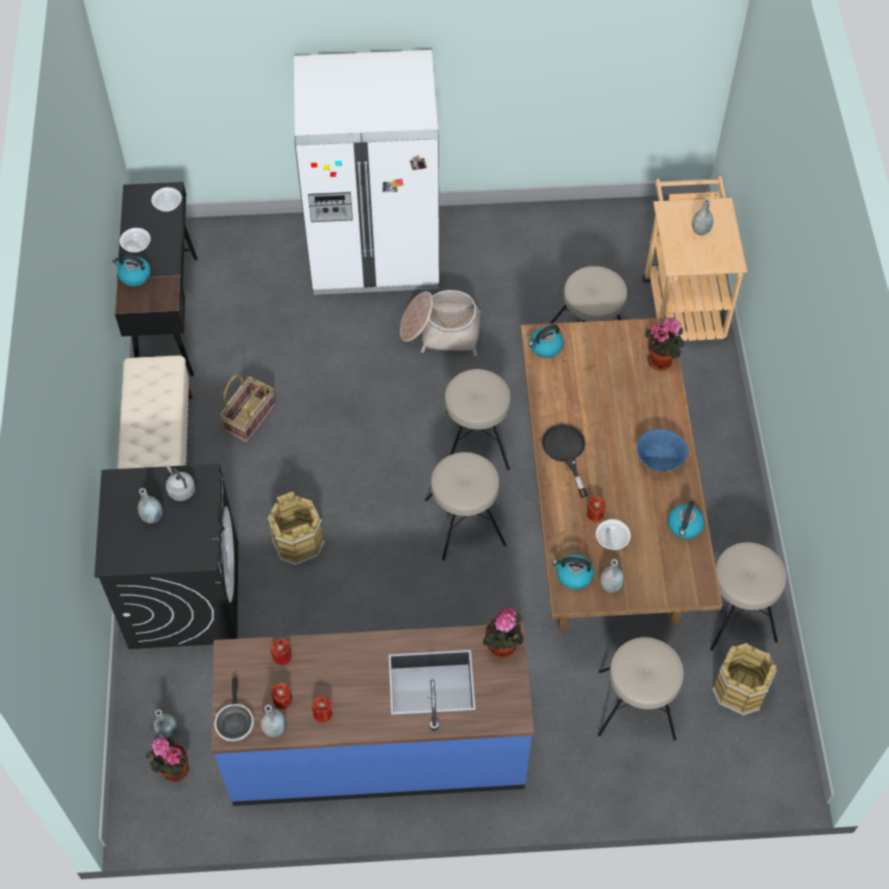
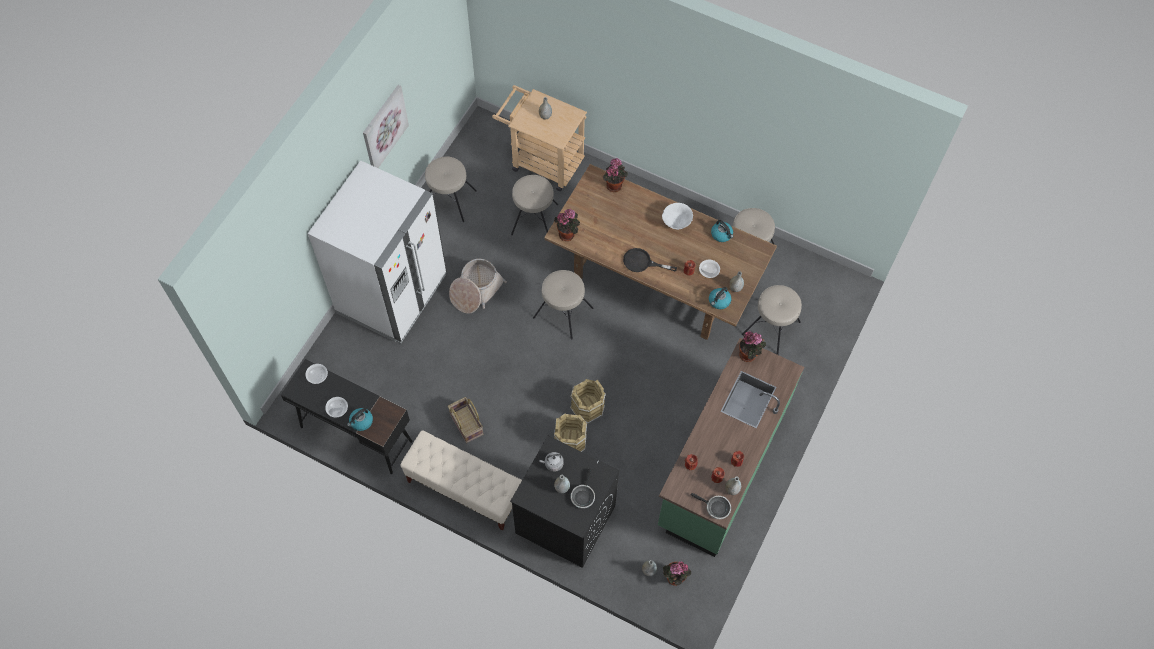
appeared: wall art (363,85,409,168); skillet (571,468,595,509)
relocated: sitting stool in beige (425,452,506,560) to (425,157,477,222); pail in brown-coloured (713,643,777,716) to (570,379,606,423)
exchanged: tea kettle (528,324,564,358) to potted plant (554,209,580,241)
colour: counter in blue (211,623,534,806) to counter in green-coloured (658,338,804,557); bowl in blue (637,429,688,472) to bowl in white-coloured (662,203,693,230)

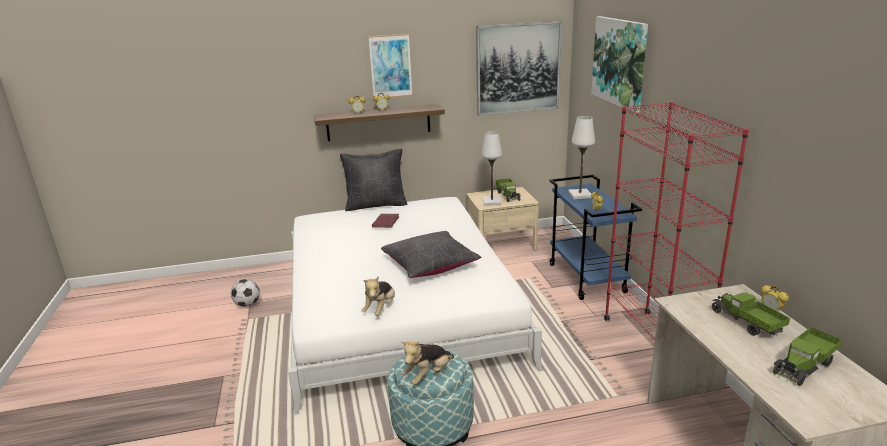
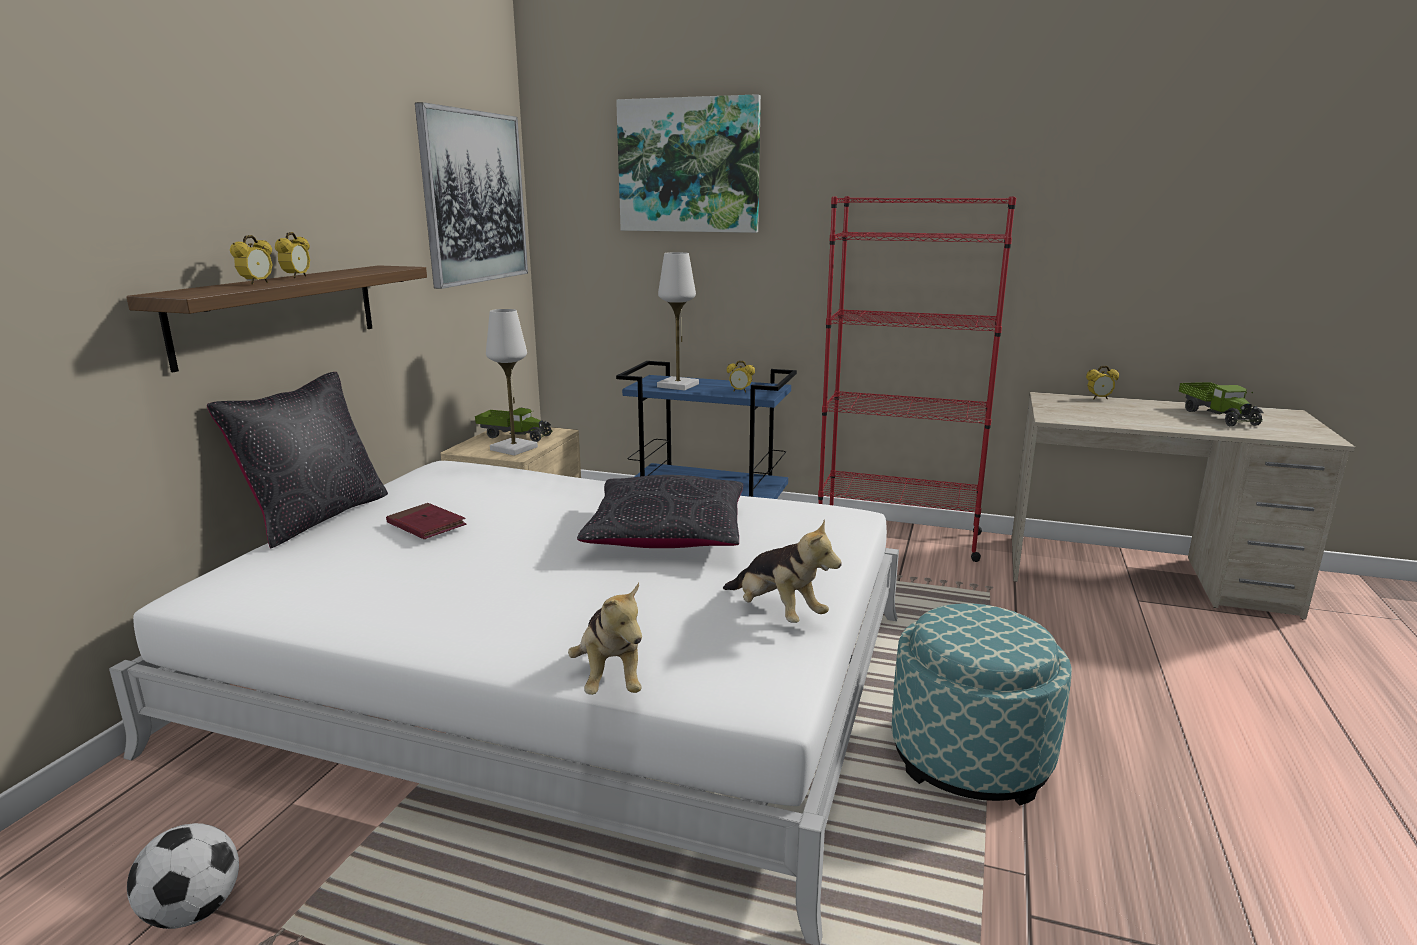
missing: wall art (368,34,413,98); model truck (712,292,790,336)
relocated: soft toy (401,341,454,385) to (568,583,642,695)

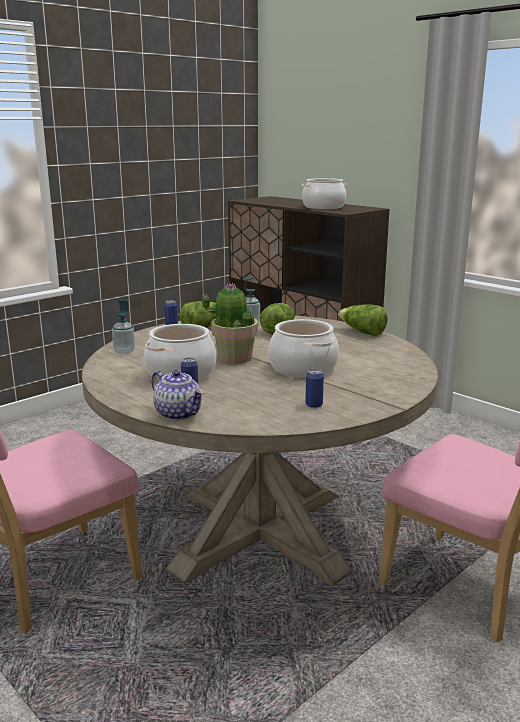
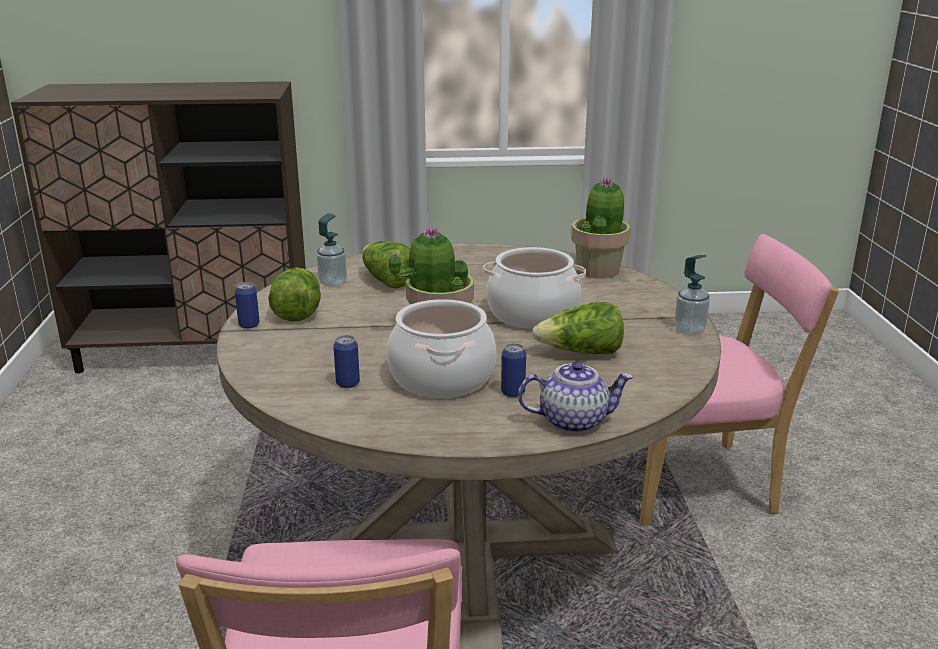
missing: cooking pot (302,178,347,210)
appeared: potted plant (571,177,630,278)
relocated: soap dispenser (112,300,135,354) to (674,255,710,336); sealed can (305,369,324,408) to (333,335,360,388); head of lettuce (338,304,388,336) to (532,302,624,354)

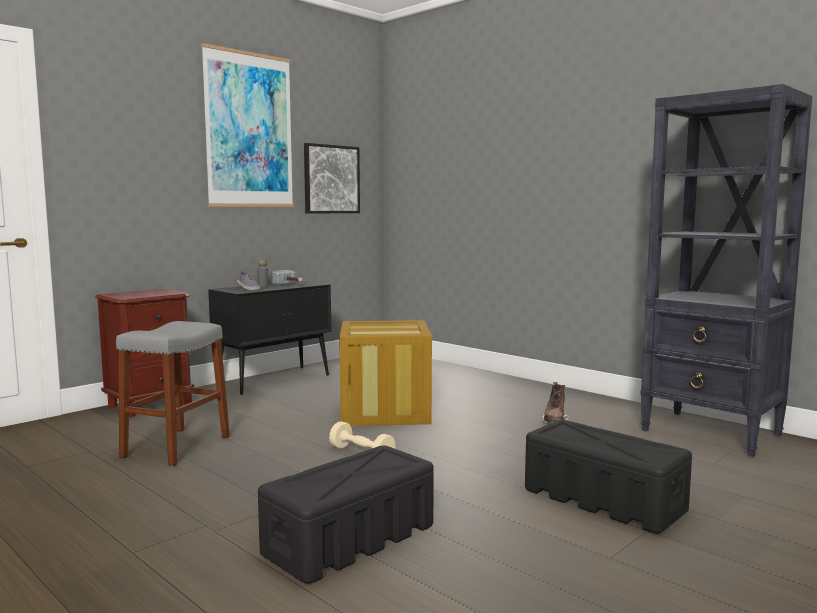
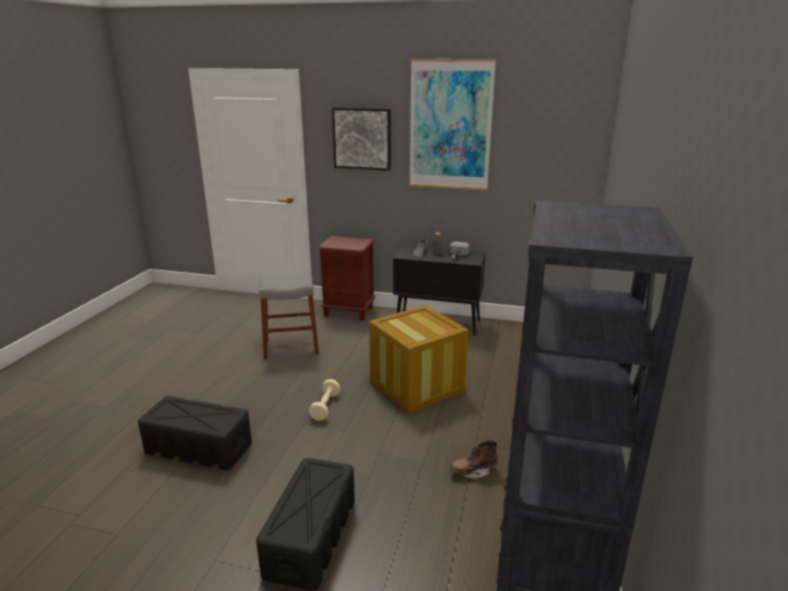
relocated: wall art (304,143,360,214) to (332,107,391,171)

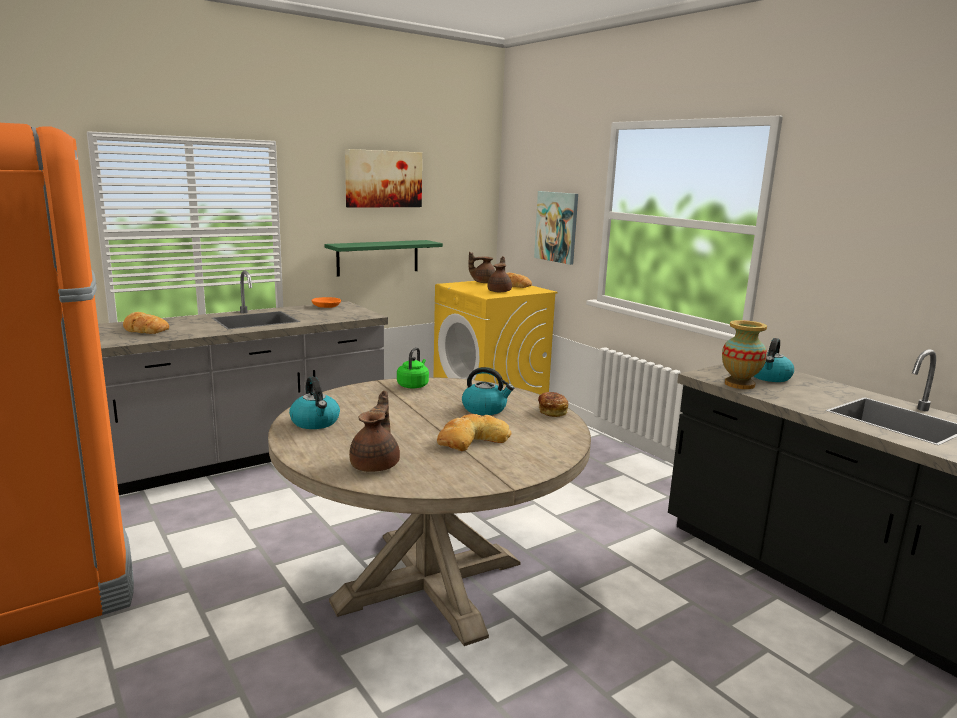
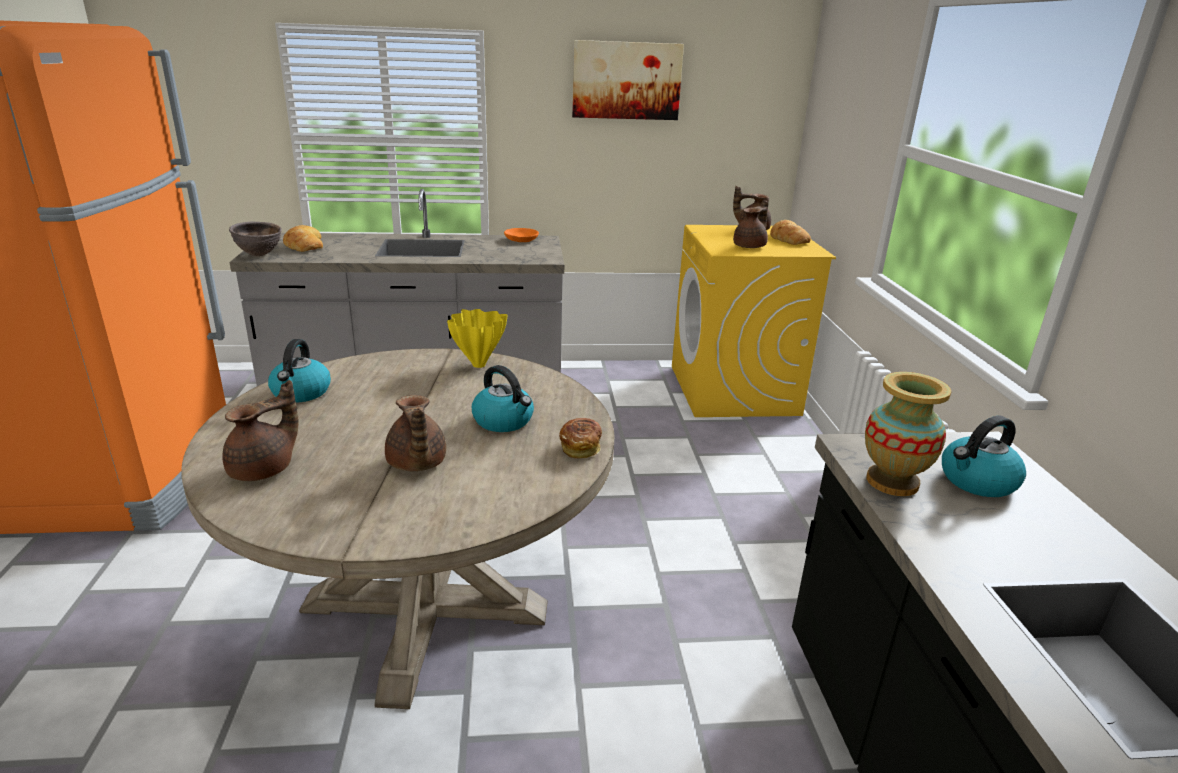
missing: wall shelf in green-coloured (325,240,443,277); wall art (534,191,578,265)
appeared: bowl in brown-coloured (229,222,282,256)
exchanged: tea kettle in green-coloured (397,347,429,389) to decorative vase in yellow (447,309,507,368); bakery bread (437,414,511,451) to teapot in brown-coloured (385,395,446,471)

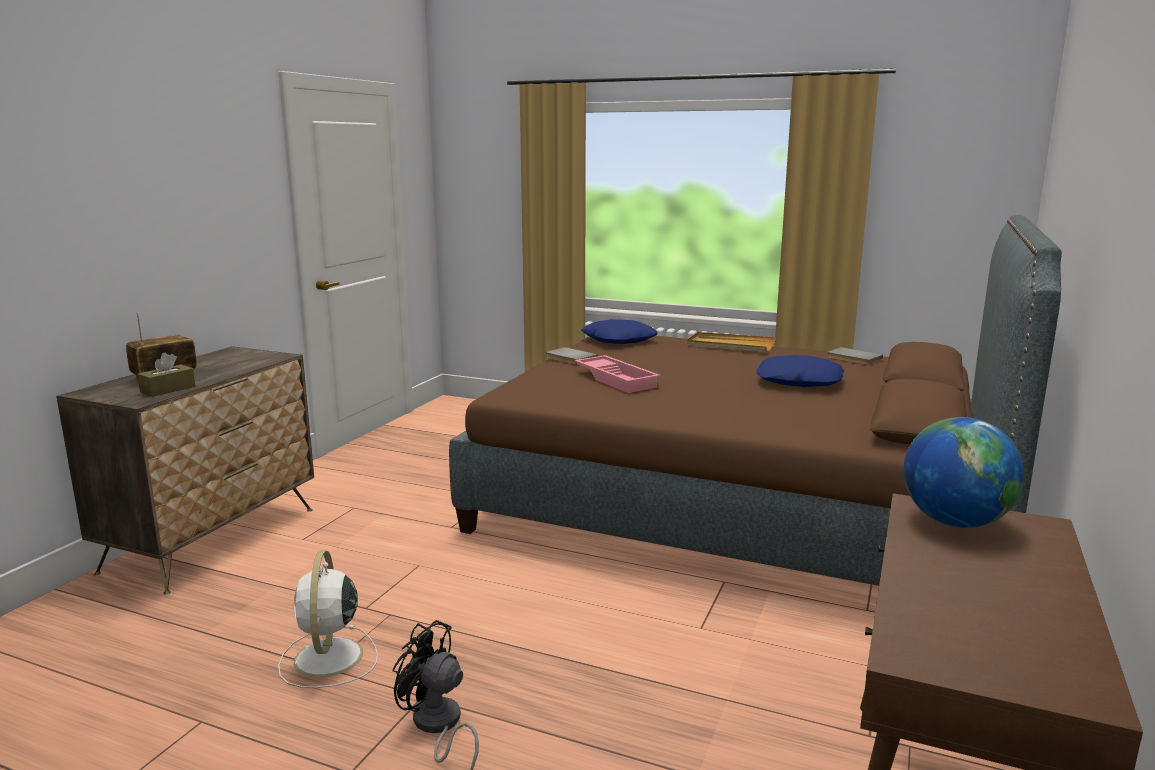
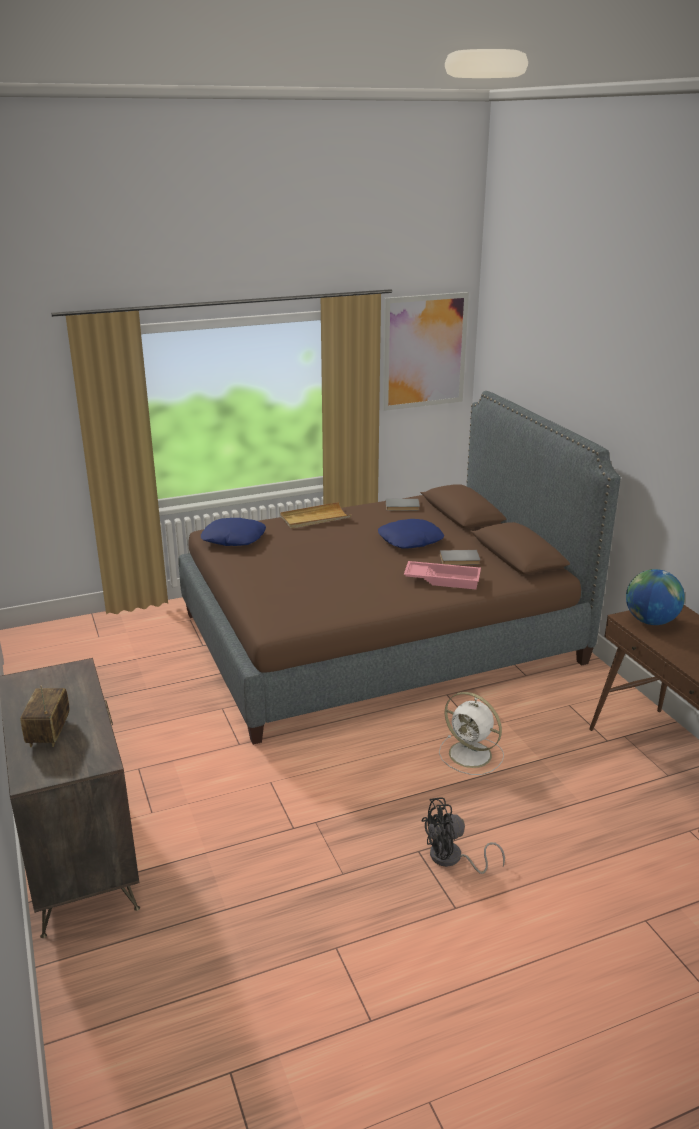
missing: tissue box in brown-coloured (137,352,195,397)
appeared: wall art (382,292,469,411)
relocated: electric fan in white-coloured (278,551,378,688) to (439,692,504,775); bound book in gray (546,347,598,365) to (440,550,480,565); carrying tray in pink-coloured (574,355,660,393) to (404,561,481,589)

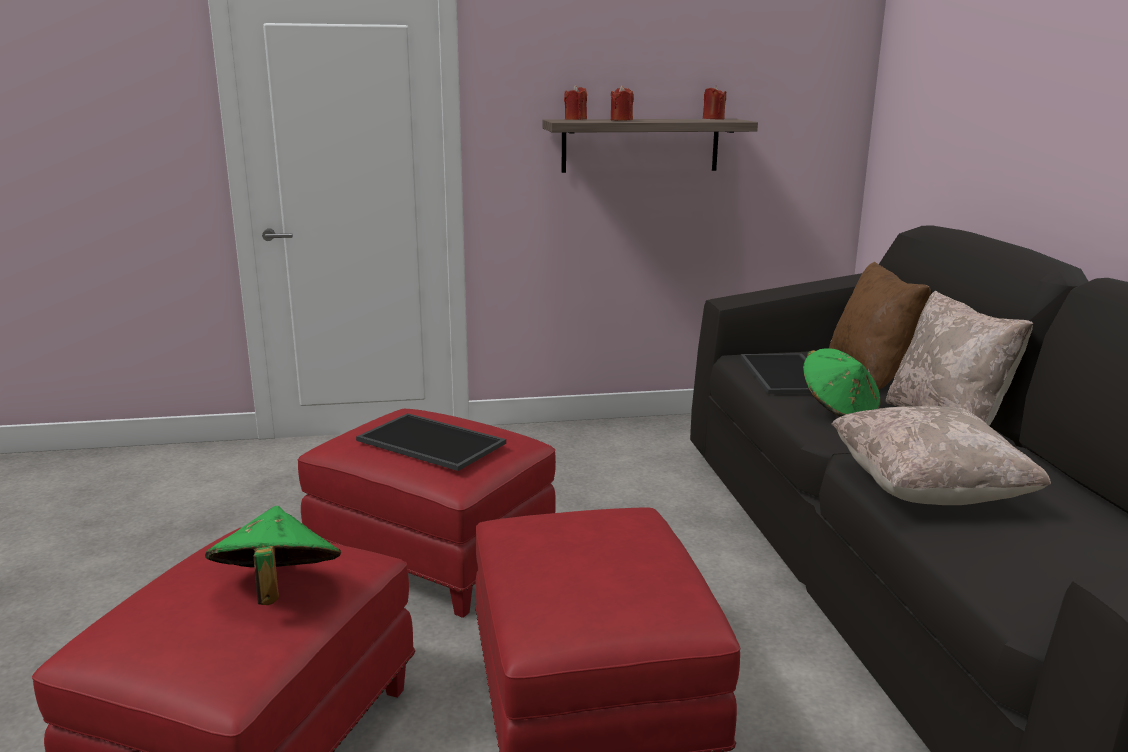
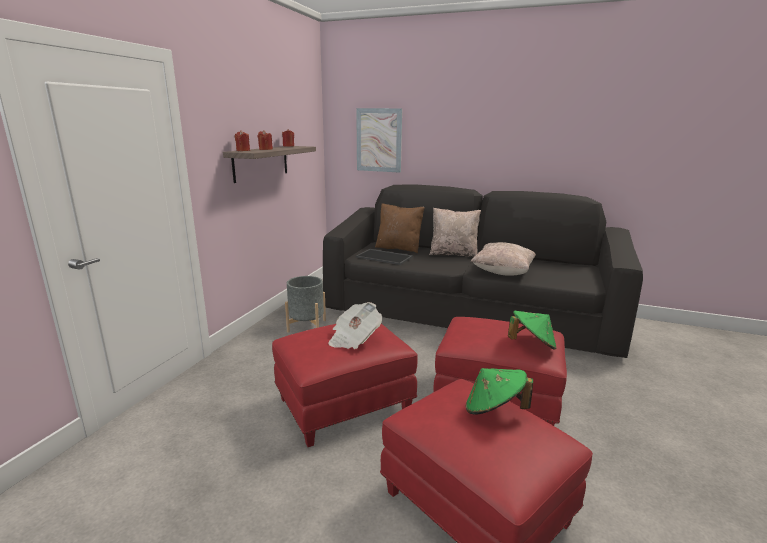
appeared: planter in gray (285,276,326,333); wall art (356,108,402,173)
relocated: wearable hat in green-coloured (803,348,881,417) to (508,311,557,349)
exchanged: carrying tray (356,413,506,471) to daily paper (328,302,382,349)

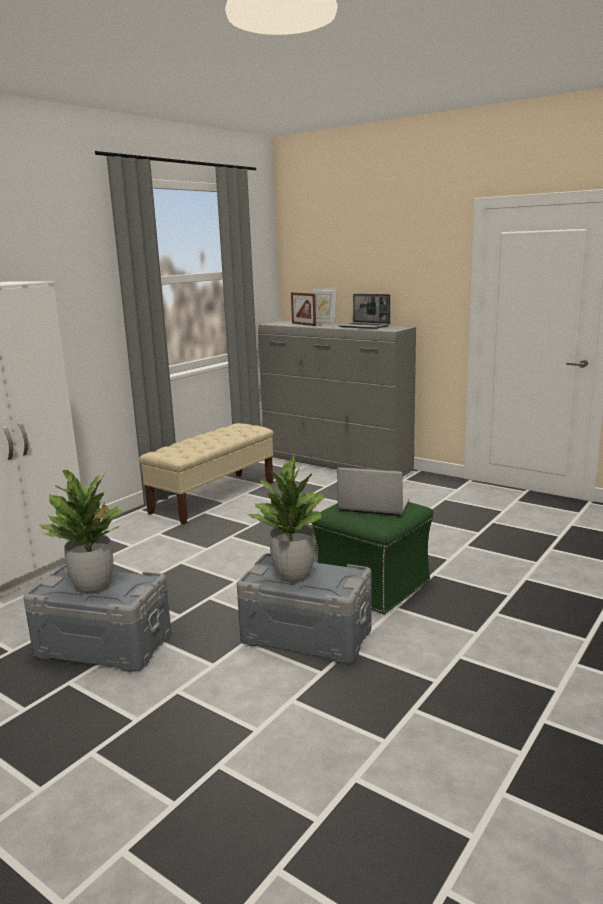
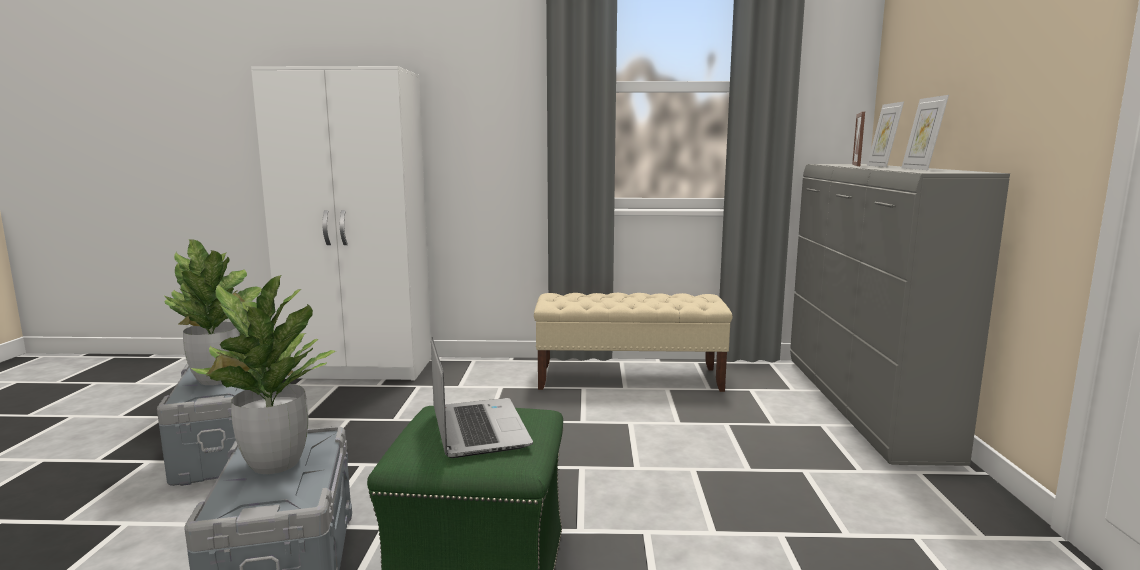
exchanged: laptop (338,294,390,329) to picture frame (901,95,949,170)

